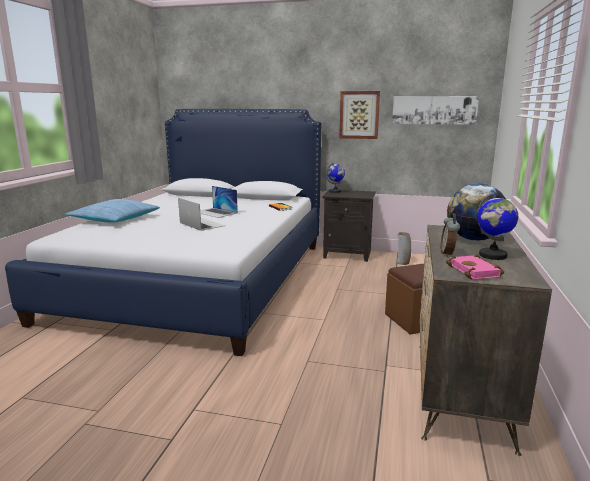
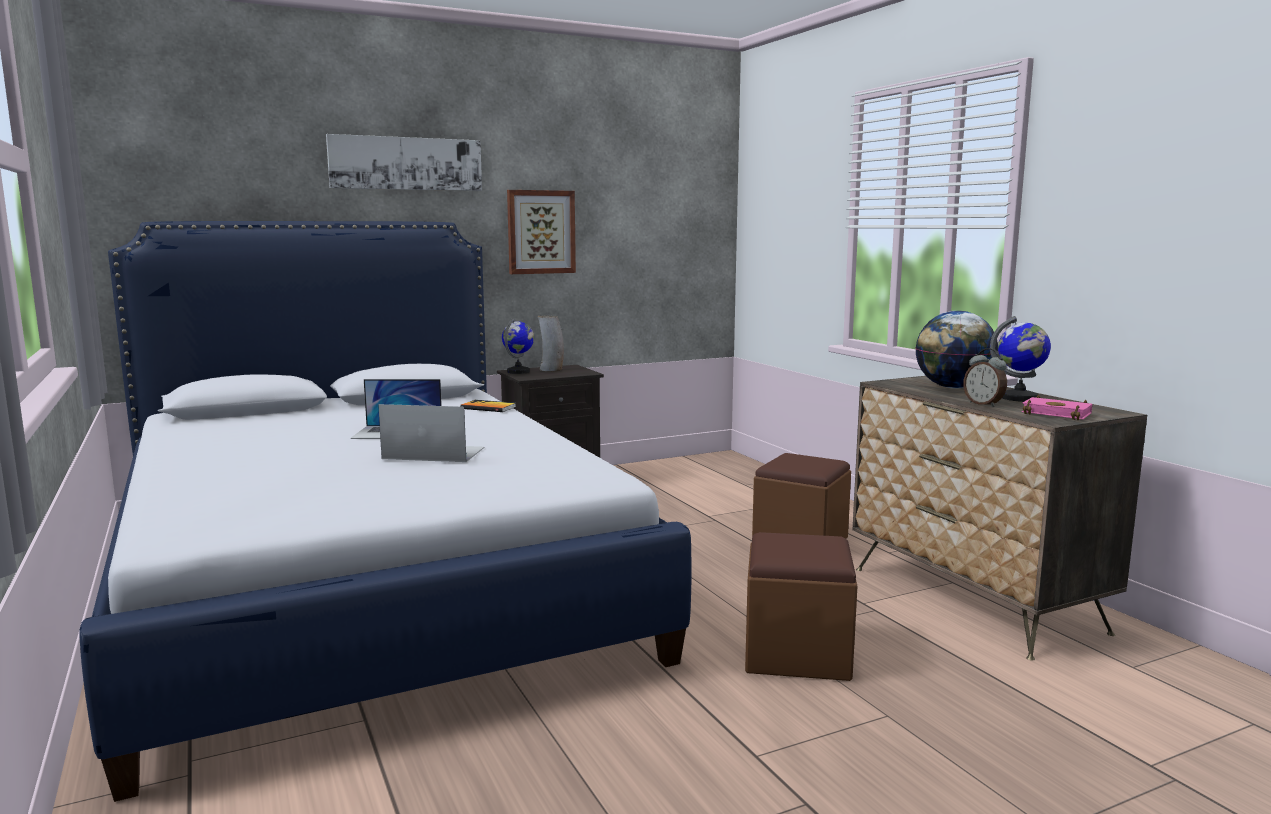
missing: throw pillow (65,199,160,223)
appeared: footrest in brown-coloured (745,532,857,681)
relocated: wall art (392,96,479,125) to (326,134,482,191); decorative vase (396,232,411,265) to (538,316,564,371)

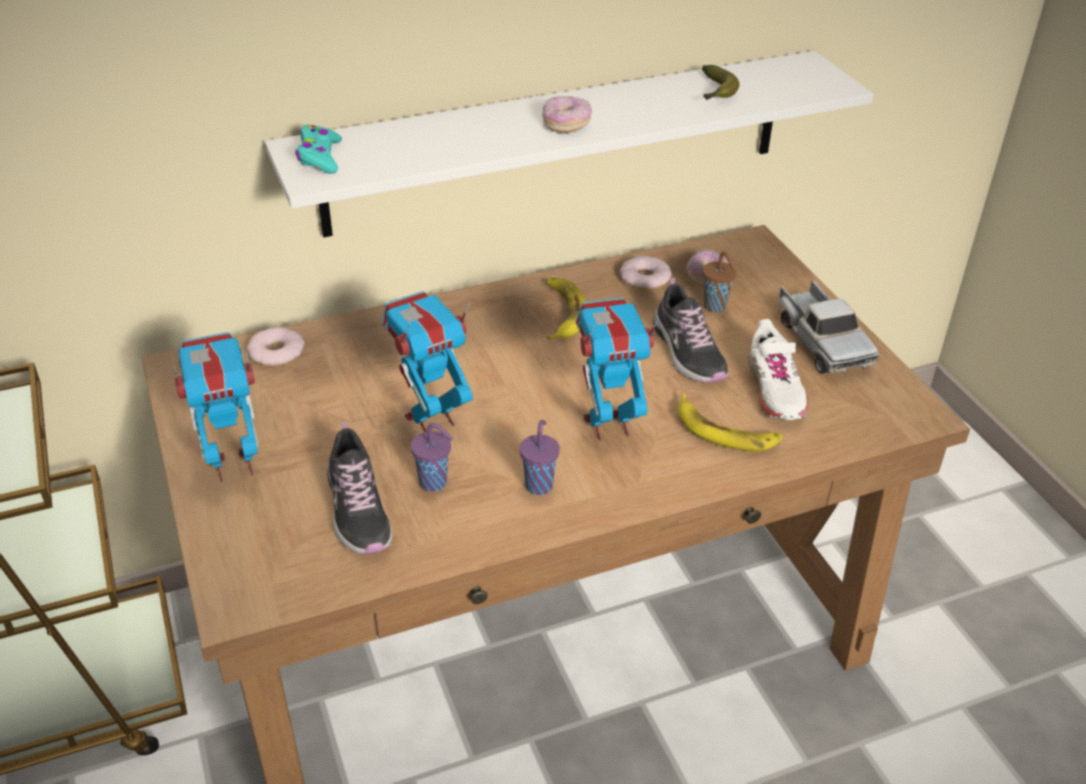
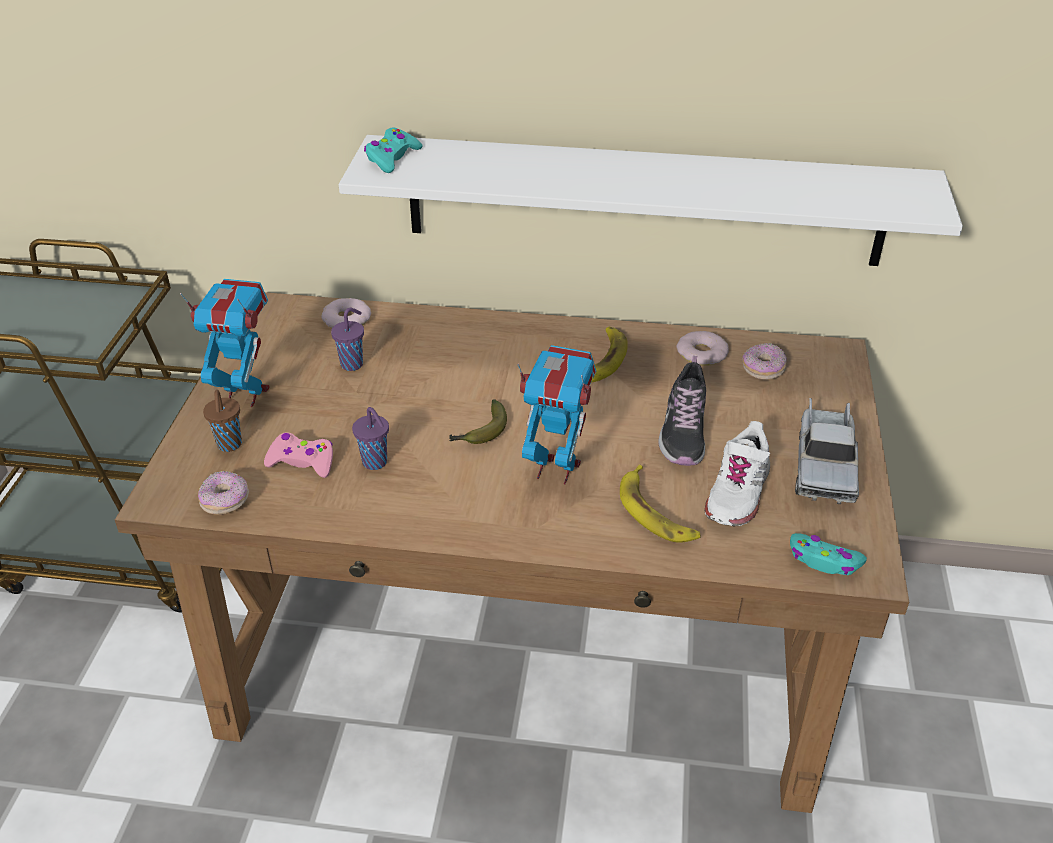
missing: toy robot (382,291,473,432)
appeared: joypad in turquoise (790,533,867,575)
relocated: small cup in purple-coloured (520,420,560,495) to (331,308,364,371); doughnut (542,96,592,133) to (198,471,249,515); banana (702,65,740,100) to (449,399,507,444); small cup in brown-coloured (703,251,736,312) to (203,390,242,452)
exchanged: low shoe (327,421,392,554) to joypad in pink-coloured (264,432,333,478)

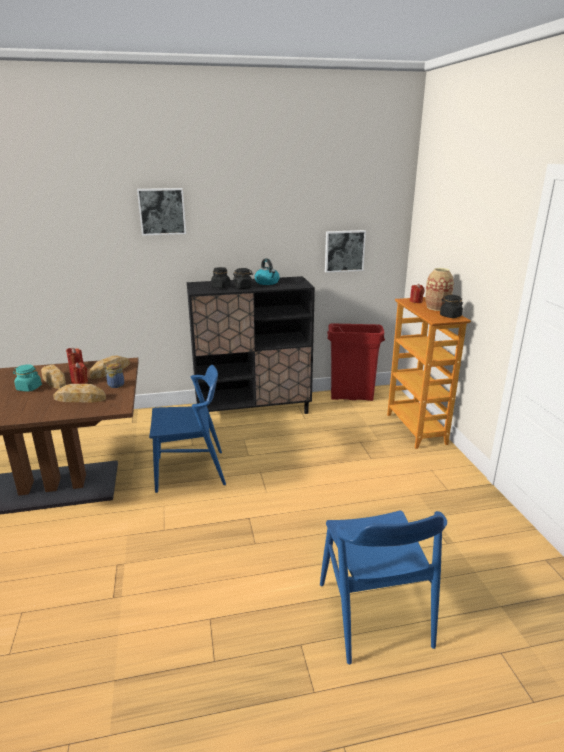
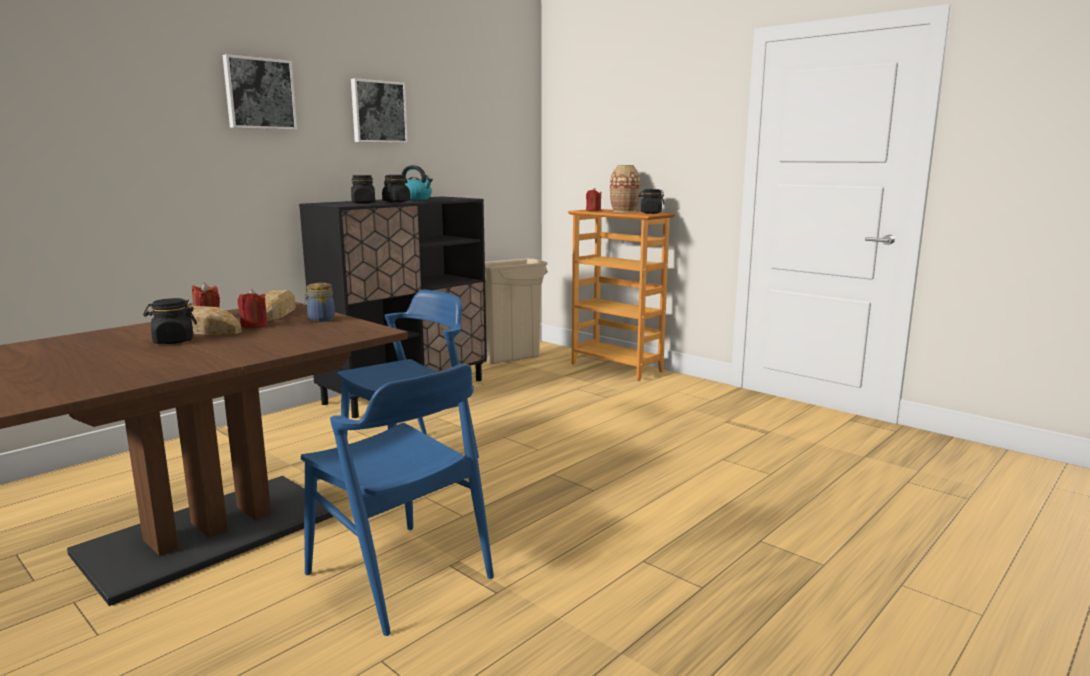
missing: bakery bread (53,384,106,403)
relocated: chair in blue (320,511,447,664) to (301,363,494,636); wall art (325,230,366,273) to (351,78,408,143)
colour: jar in turquoise (13,364,42,392) to jar in blackish (143,298,197,344); trash can in red-coloured (327,323,385,401) to trash can in beige (485,258,548,364)

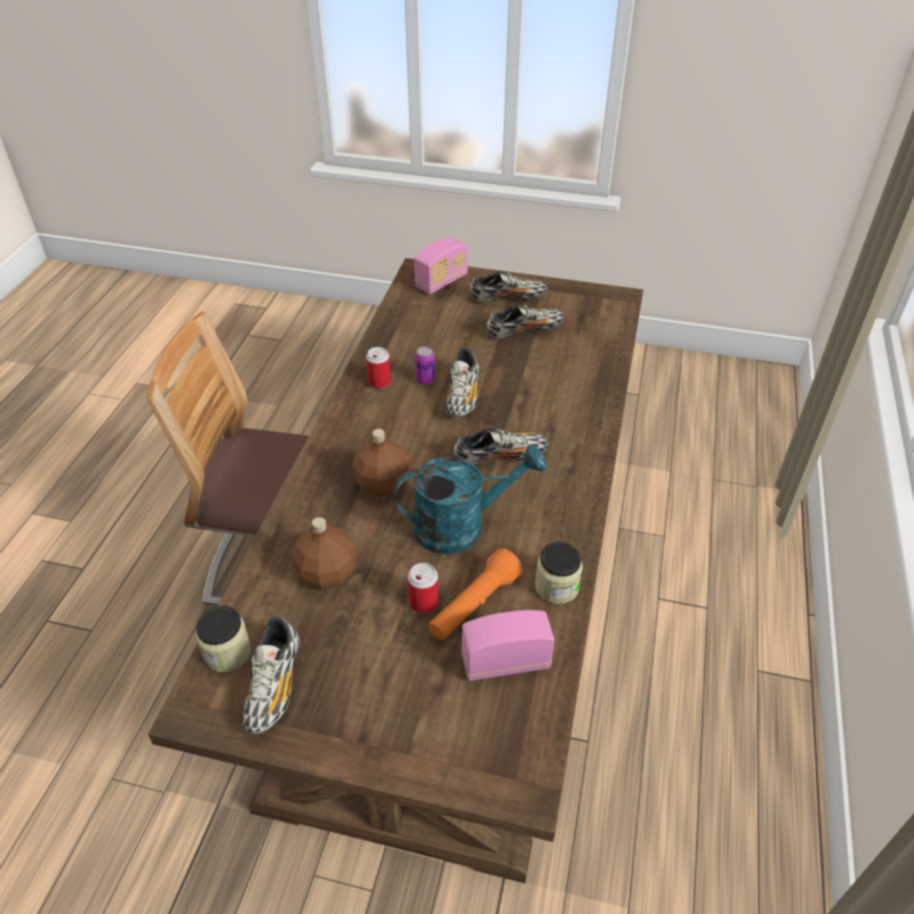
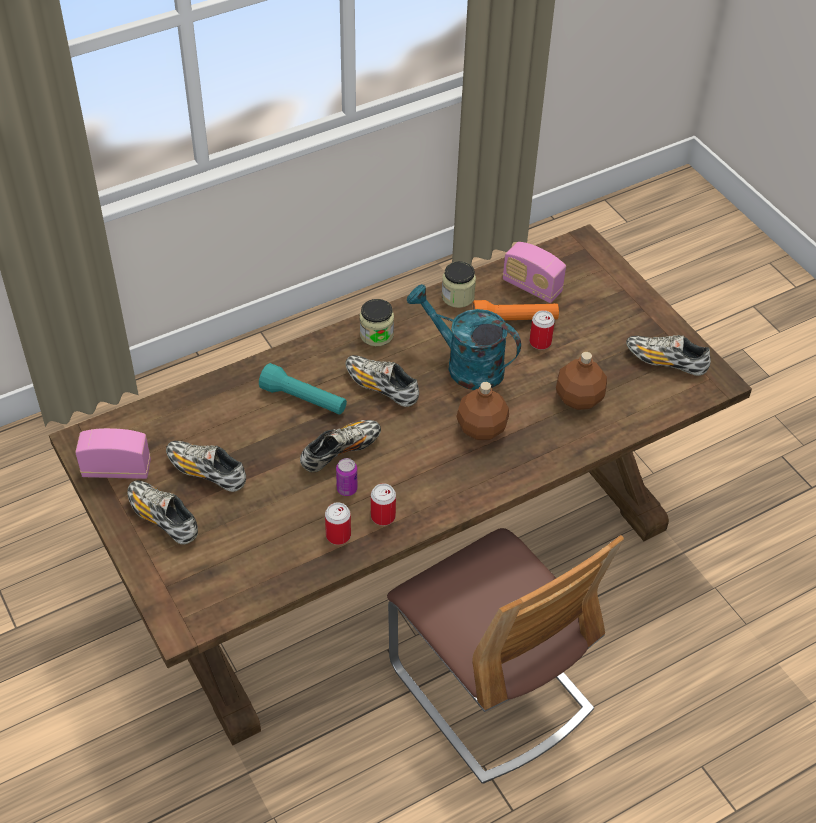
appeared: hand torch in turquoise (259,363,347,415); sealed can (325,502,351,545)
relocated: jar (196,606,251,672) to (360,299,394,346); radio set (414,238,468,294) to (75,428,151,479)
spun: low shoe (242,617,300,735) = (626,335,711,376) 120 degrees counterclockwise

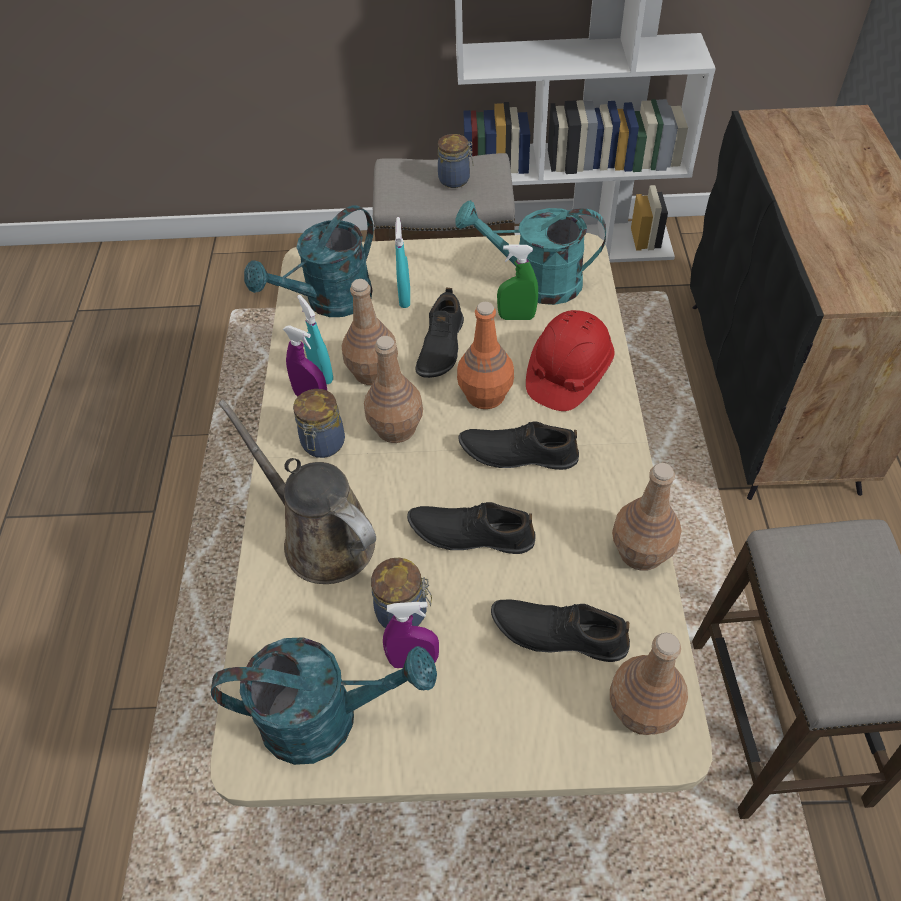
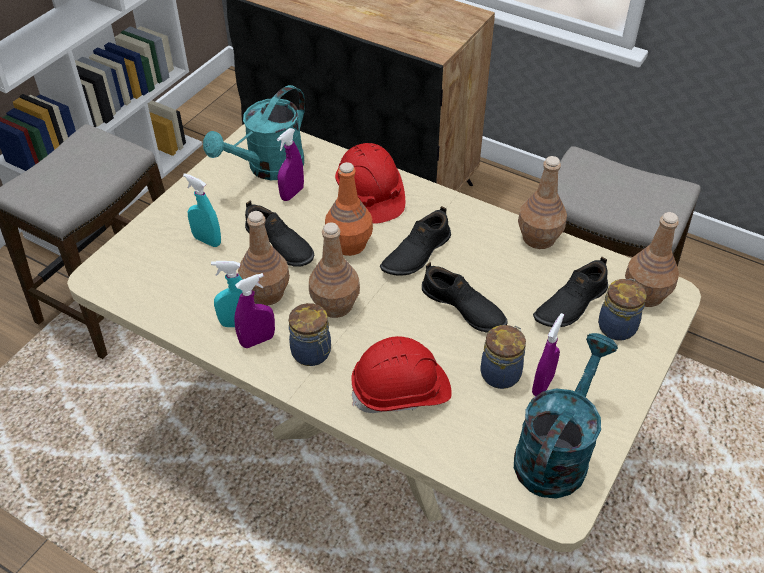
missing: sprinkling can in turquoise (244,205,374,317)
relocated: jar (438,134,473,188) to (598,278,647,340)
exchanged: sprinkling can in brown-coloured (218,400,376,584) to safety helmet in red-coloured (351,336,452,413)
colour: hand sprayer in green-coloured (497,244,538,320) to hand sprayer in purple-coloured (277,128,304,201)
spun: low shoe in blackish (407,502,535,554) = (422,262,508,333) 90 degrees counterclockwise

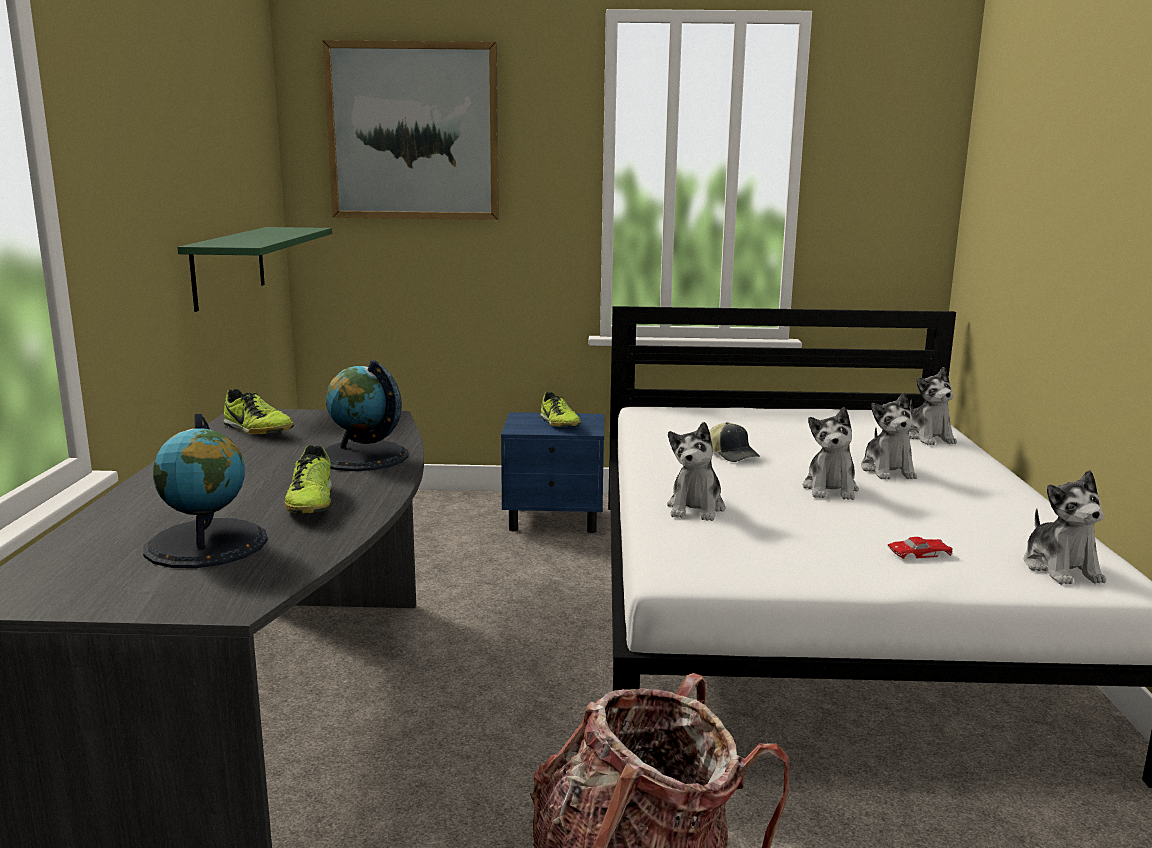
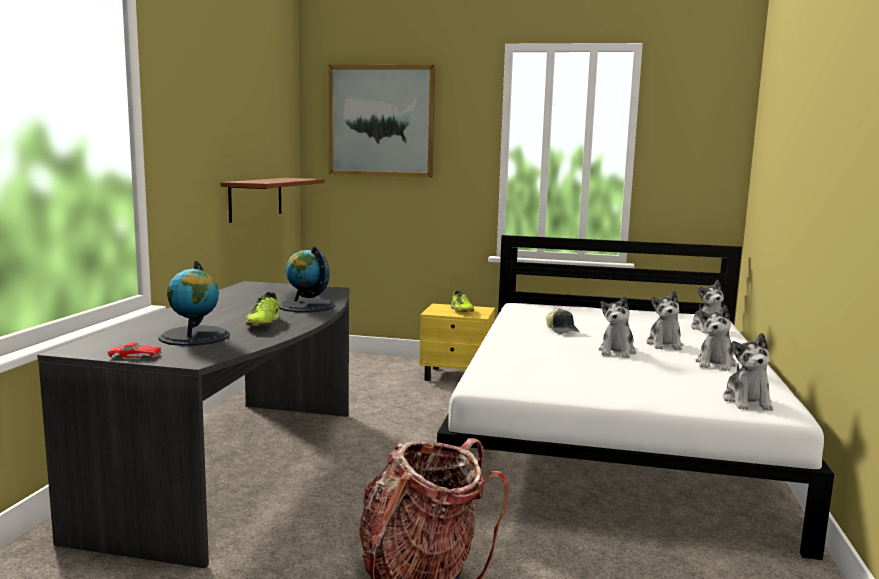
missing: low shoe (223,389,294,434)
relocated: soft toy (667,422,726,521) to (696,305,737,371); miniature car in red-coloured (888,537,953,559) to (107,342,162,359)
colour: wall shelf in green-coloured (177,227,332,312) to wall shelf in brown-coloured (221,178,325,223); night table in blue (501,412,604,533) to night table in yellow (419,303,495,381)

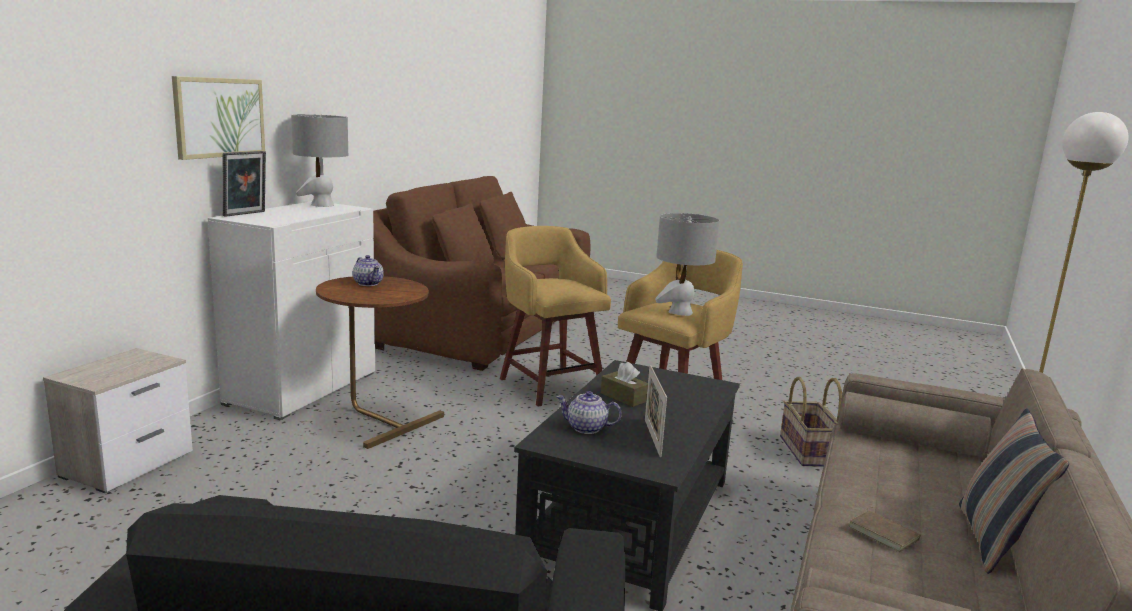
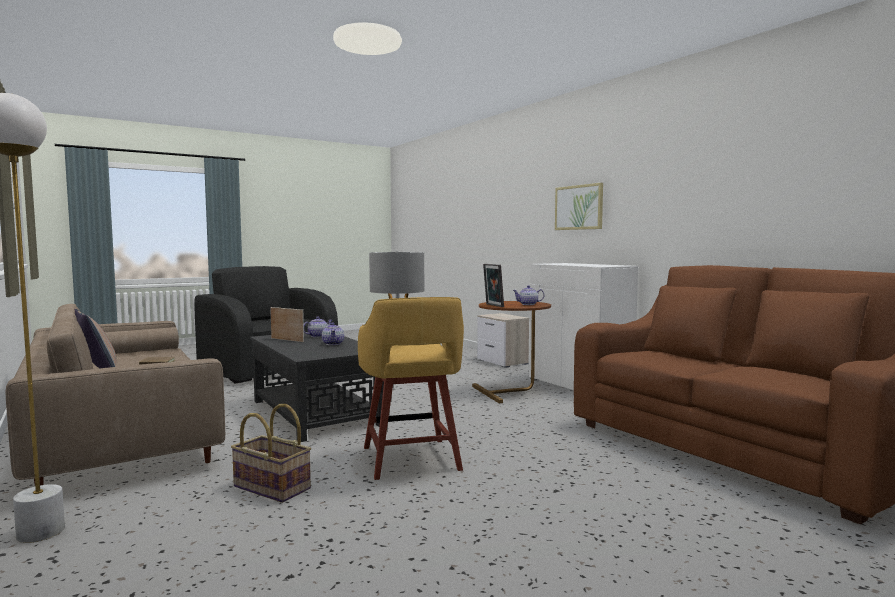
missing: tabletop lamp in gray (291,114,348,207); sitting stool in yellow (500,226,611,407)
relocated: picture frame (223,151,266,217) to (483,264,504,307)
exchanged: tissue box in brown-coloured (601,362,648,407) to teapot (322,322,344,345)

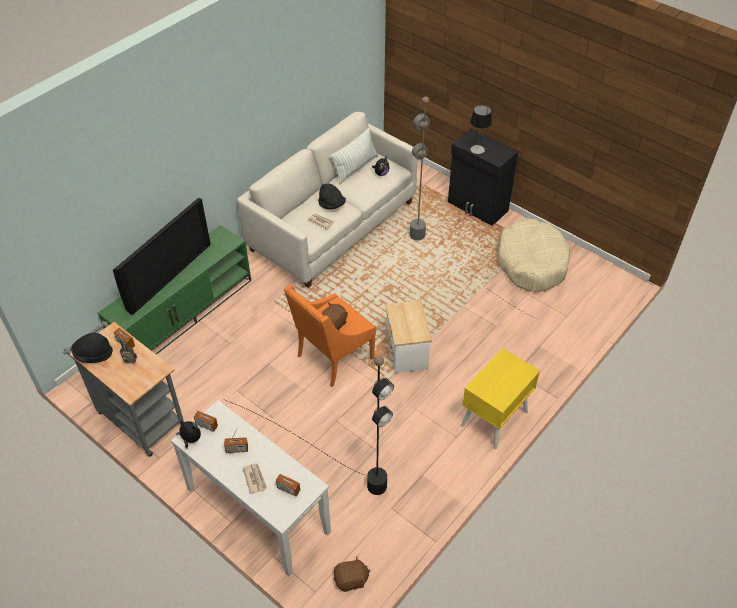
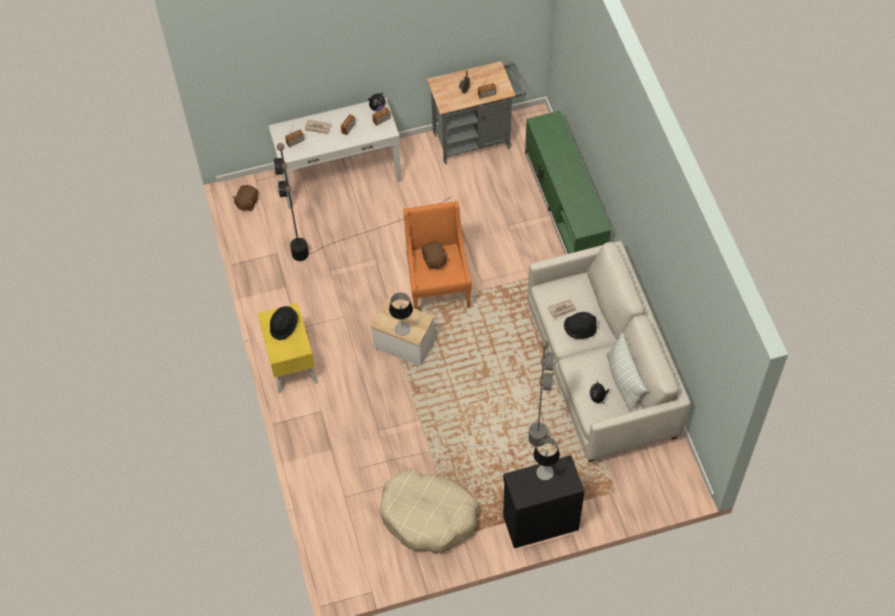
missing: television (113,198,211,315)
appeared: tabletop lamp (389,293,413,336)
relocated: wearable hat in blackish (71,333,113,363) to (270,306,298,340)

